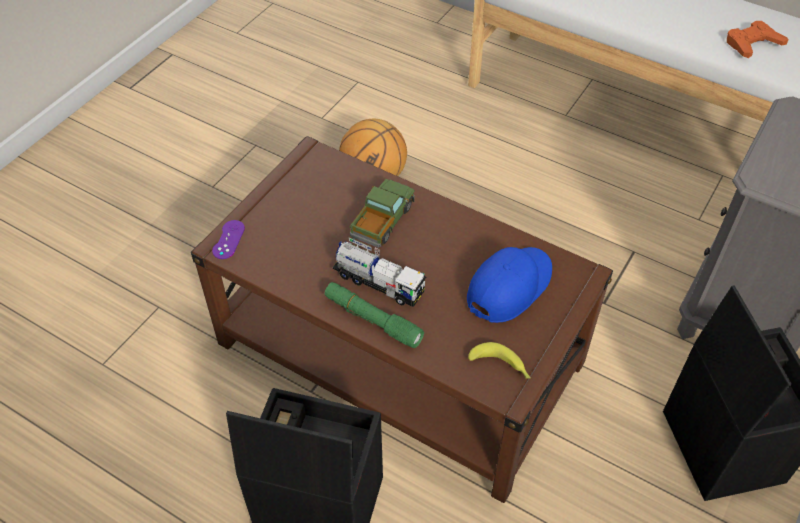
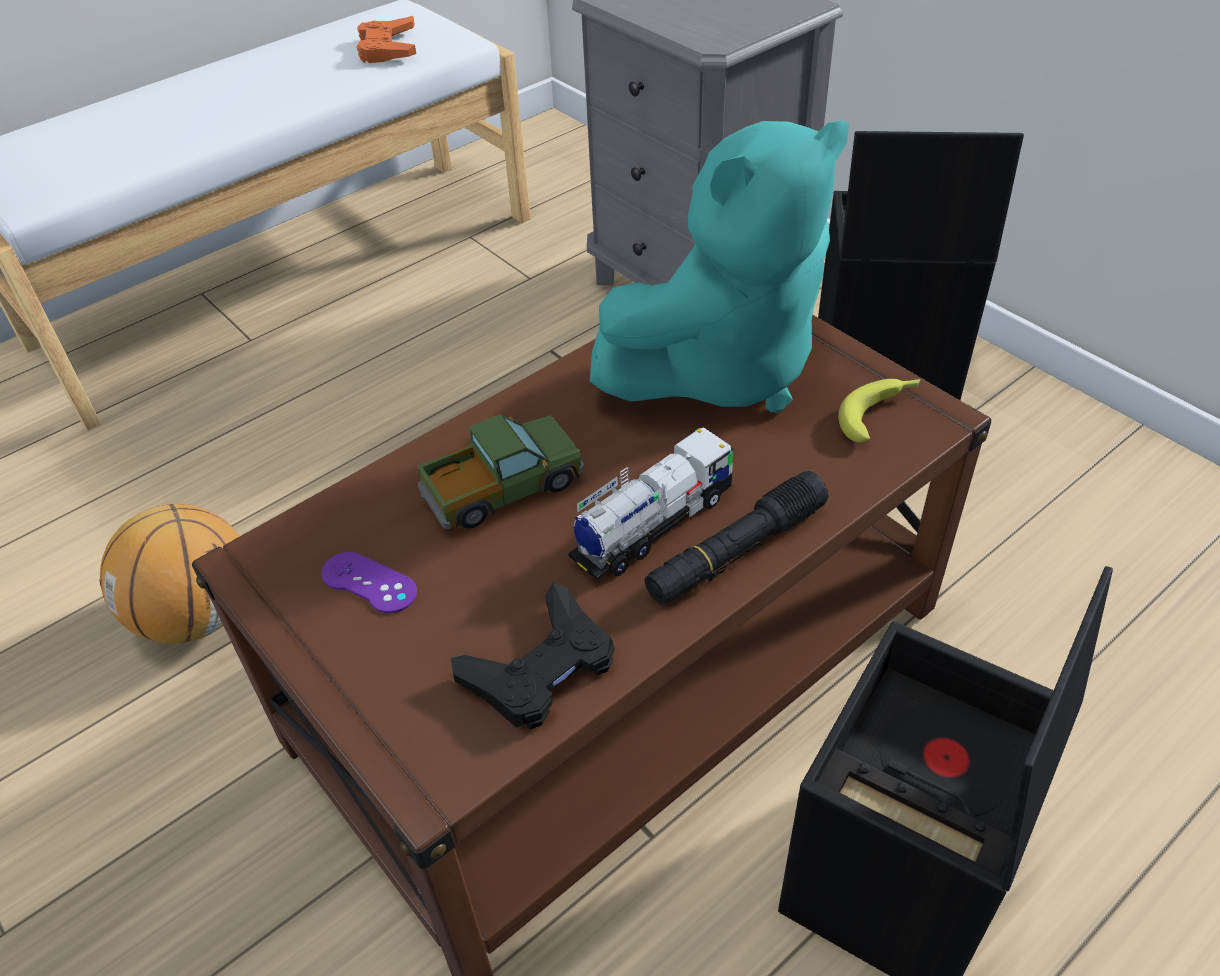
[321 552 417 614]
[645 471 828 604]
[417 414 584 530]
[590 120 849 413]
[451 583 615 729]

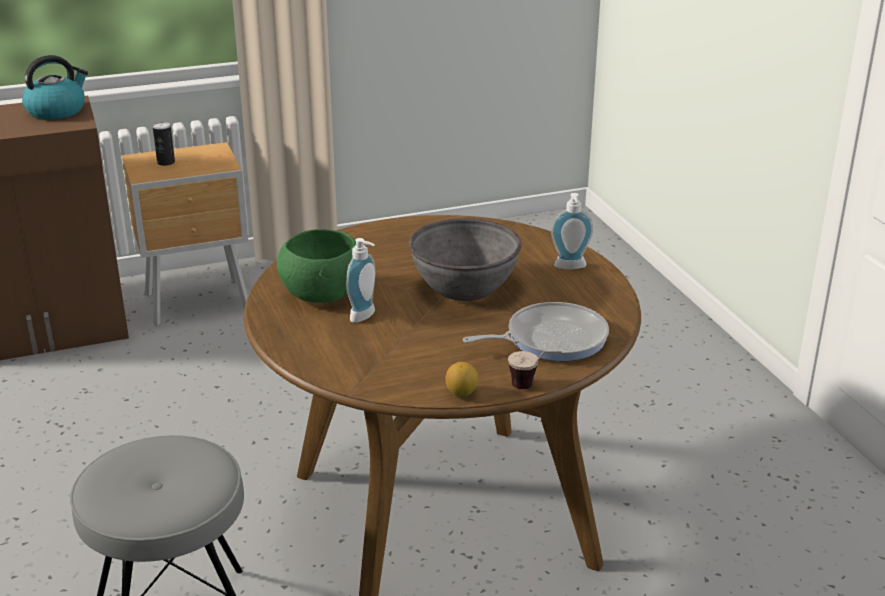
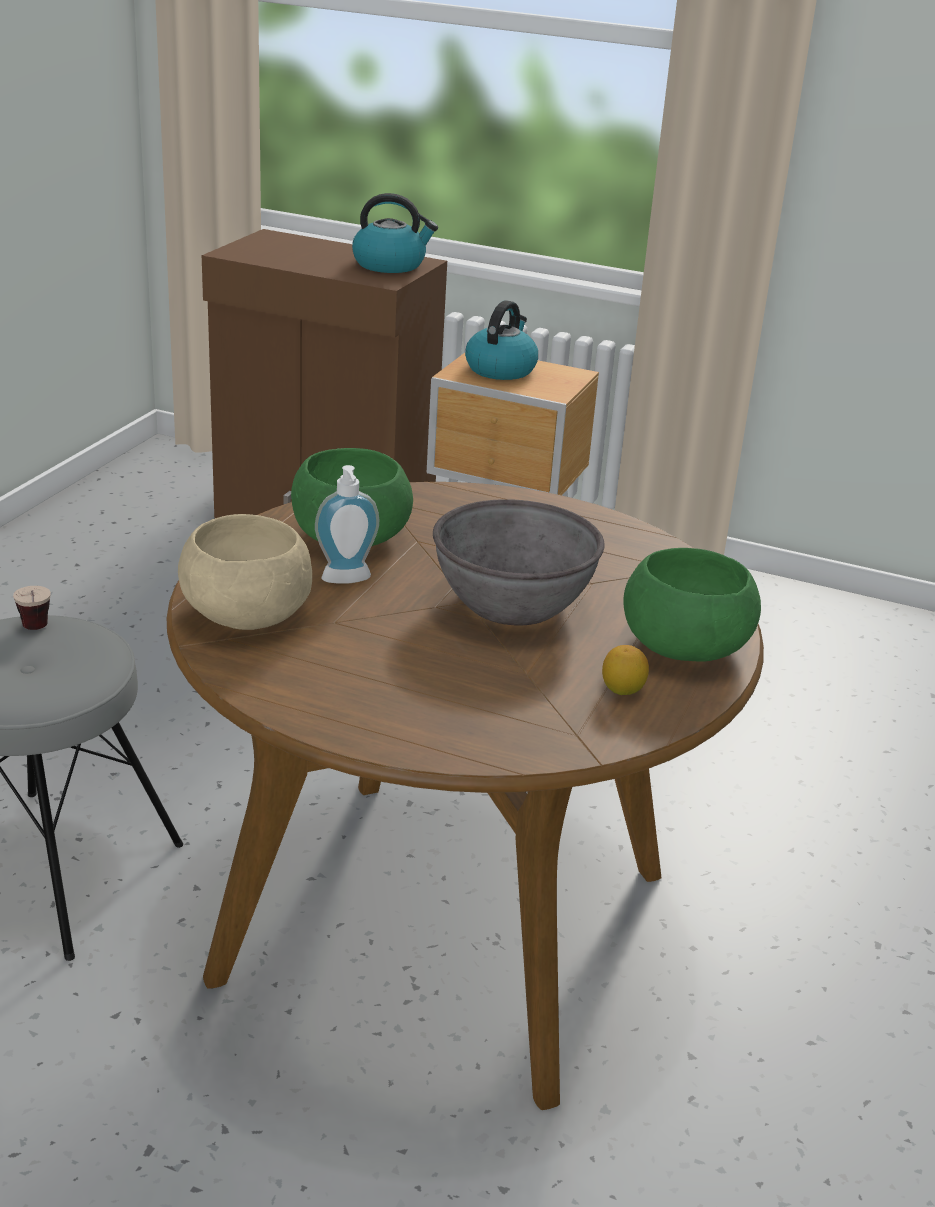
[465 300 538 380]
[602 645 649 695]
[463 302 609 361] (first image)
[13 586 51 630]
[623 548 761 662]
[178 514 312 630]

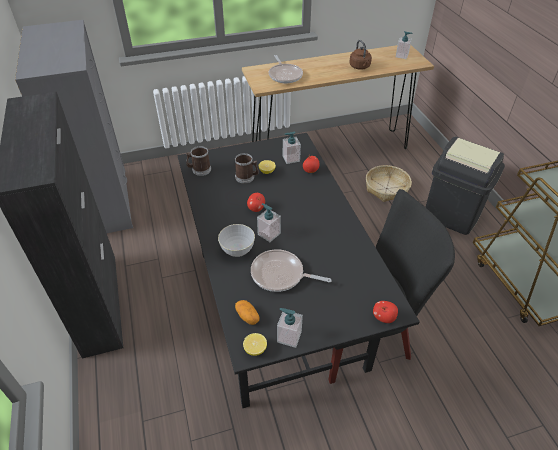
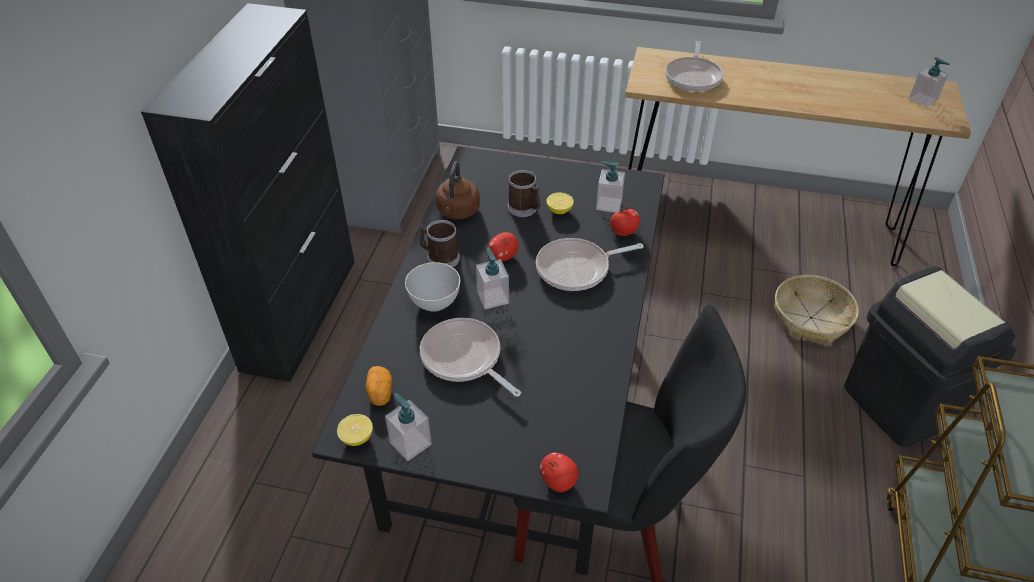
[420 220 460 267]
[436 161 480 219]
[536 238 644 291]

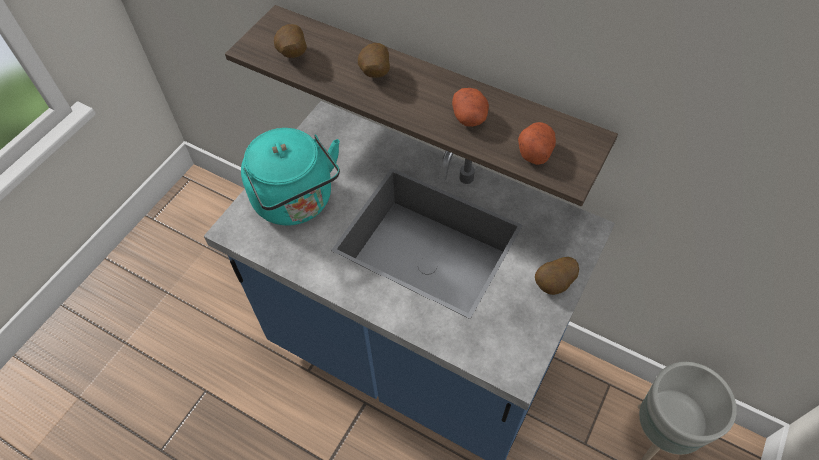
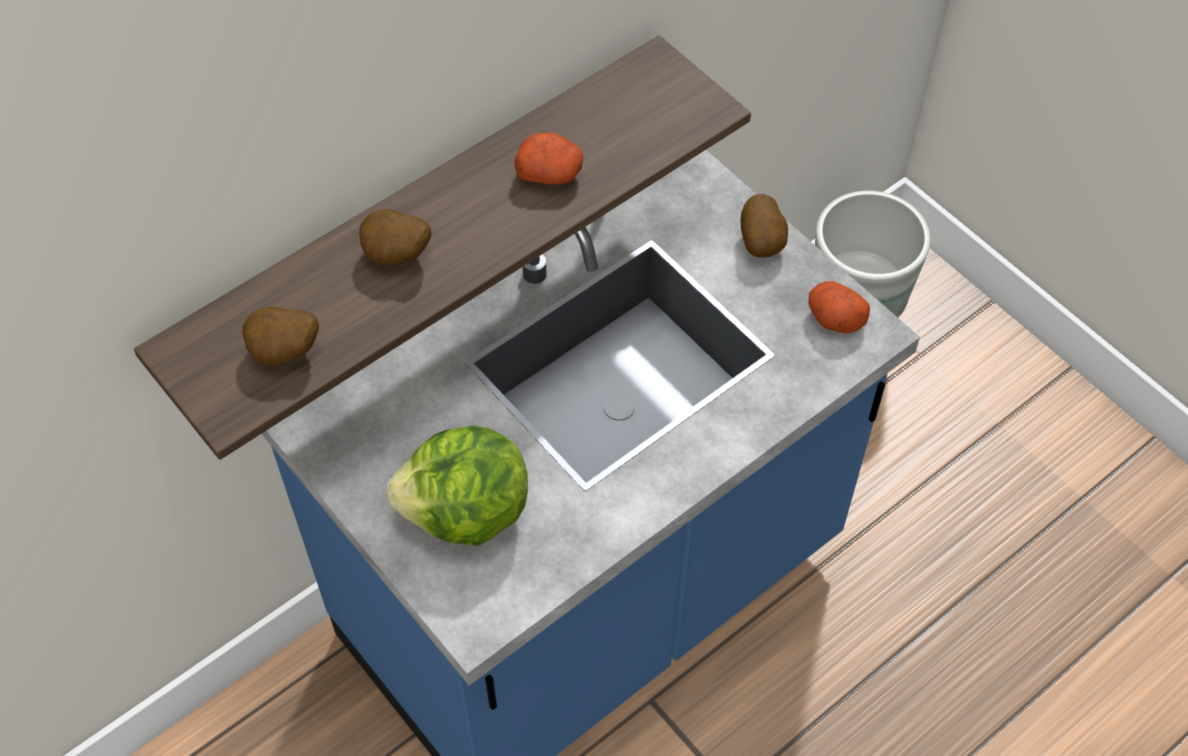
[386 426 528 546]
[809 281 870 334]

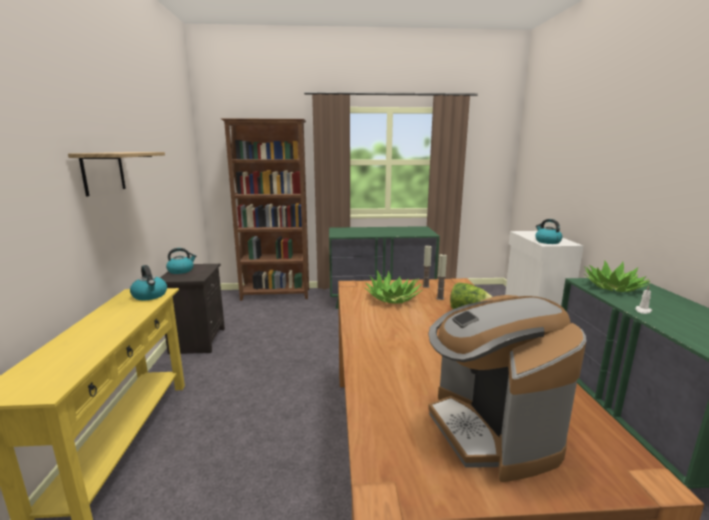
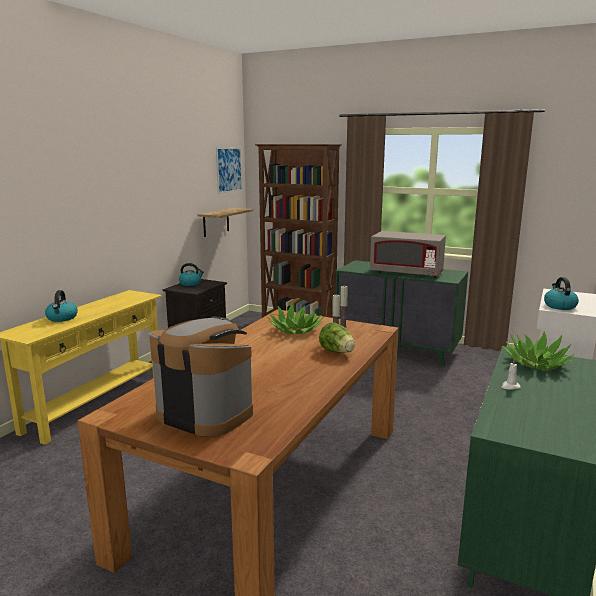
[198 208 253 237]
[45 290 78 322]
[149 316 253 437]
[216 147 242 194]
[370 231 446 278]

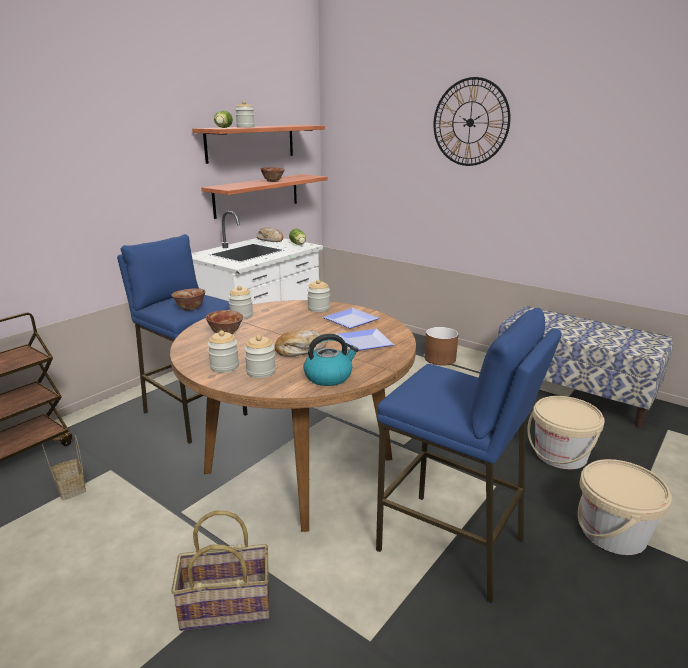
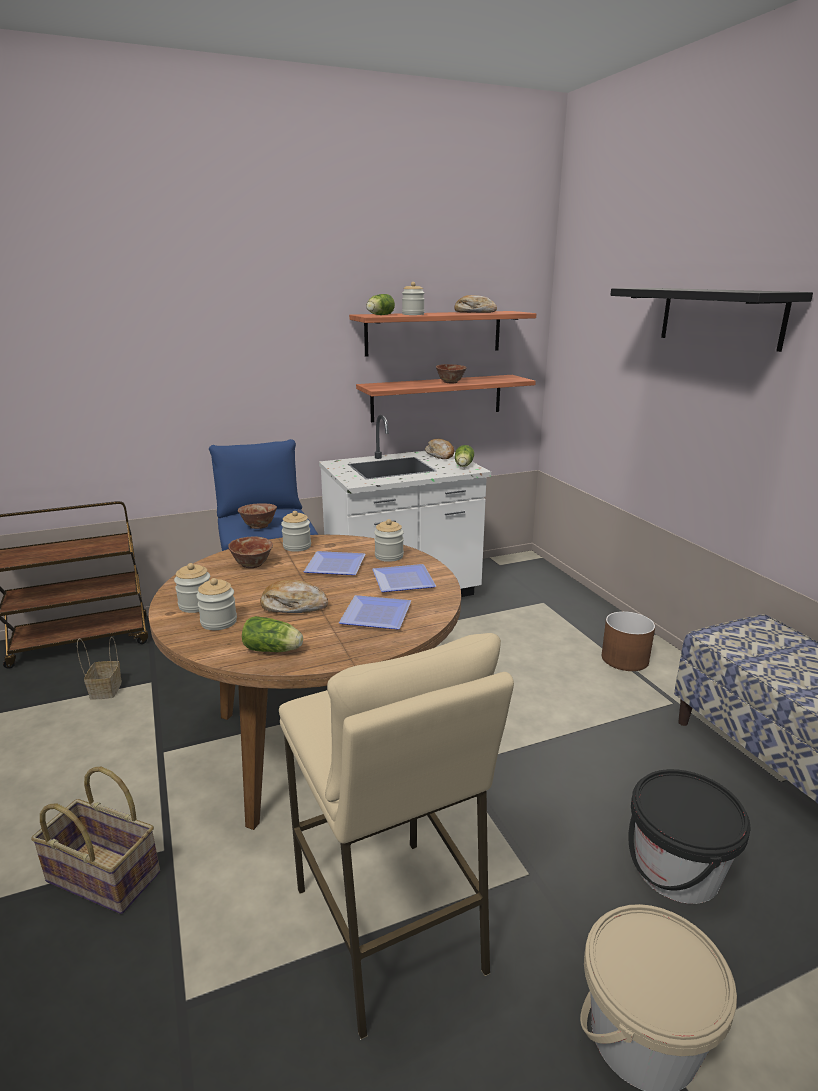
[242 616 303 652]
[279 633 514 1039]
[610 288 813 352]
[628 769 751 904]
[304 551 365 575]
[454 295 497 313]

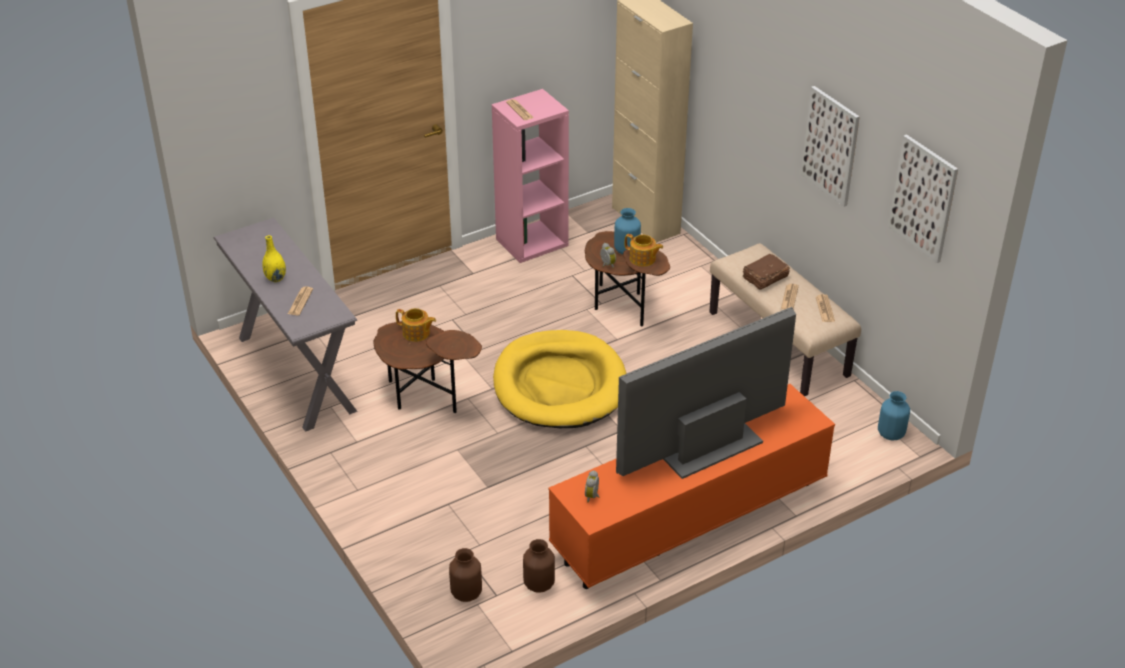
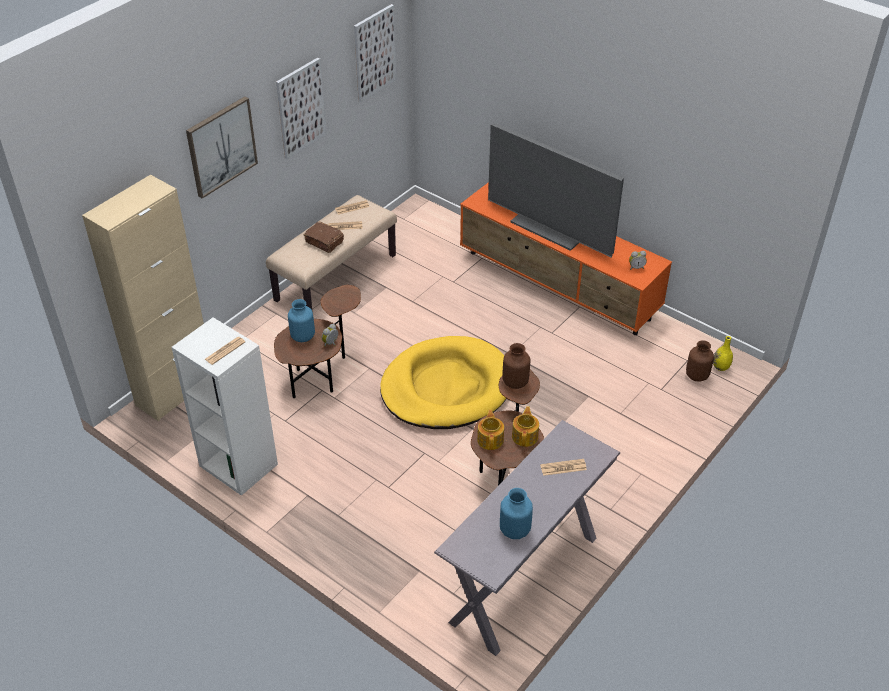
[713 336 733 371]
[172 317 278 496]
[502 343 530 389]
[512 406 539 447]
[500 488 533 539]
[186 96 258 199]

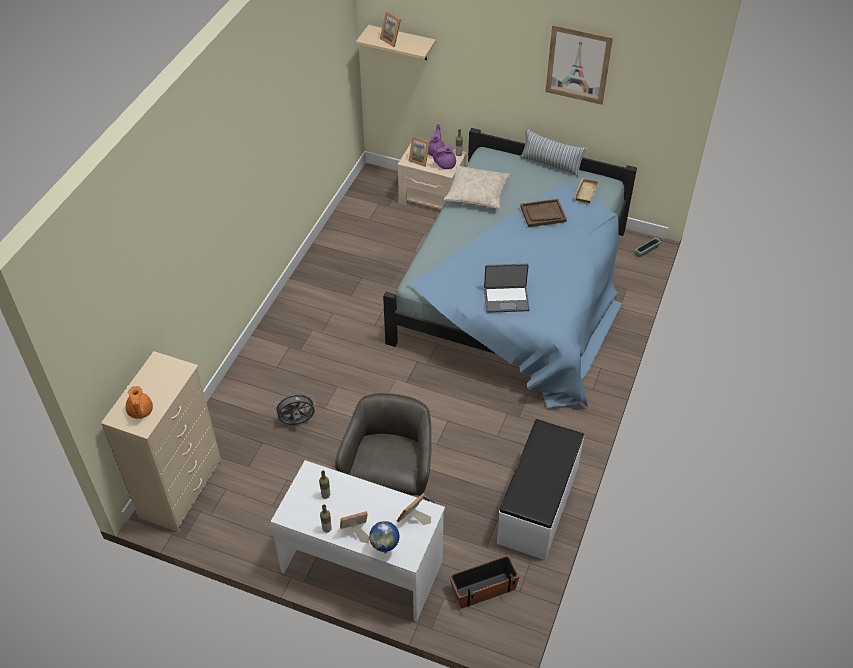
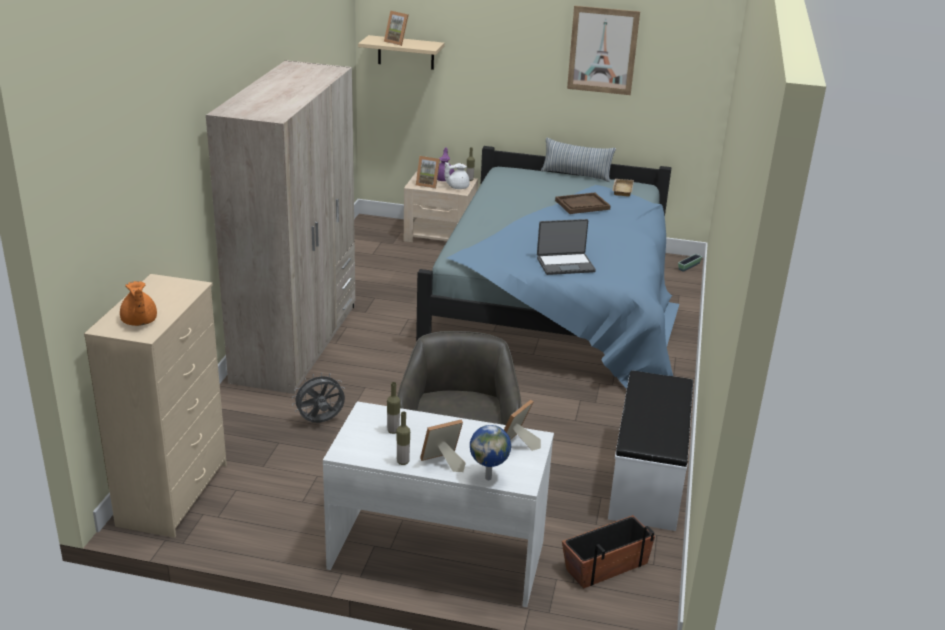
[444 162 470 189]
[444 165 510 209] (first image)
[206 60 355 394]

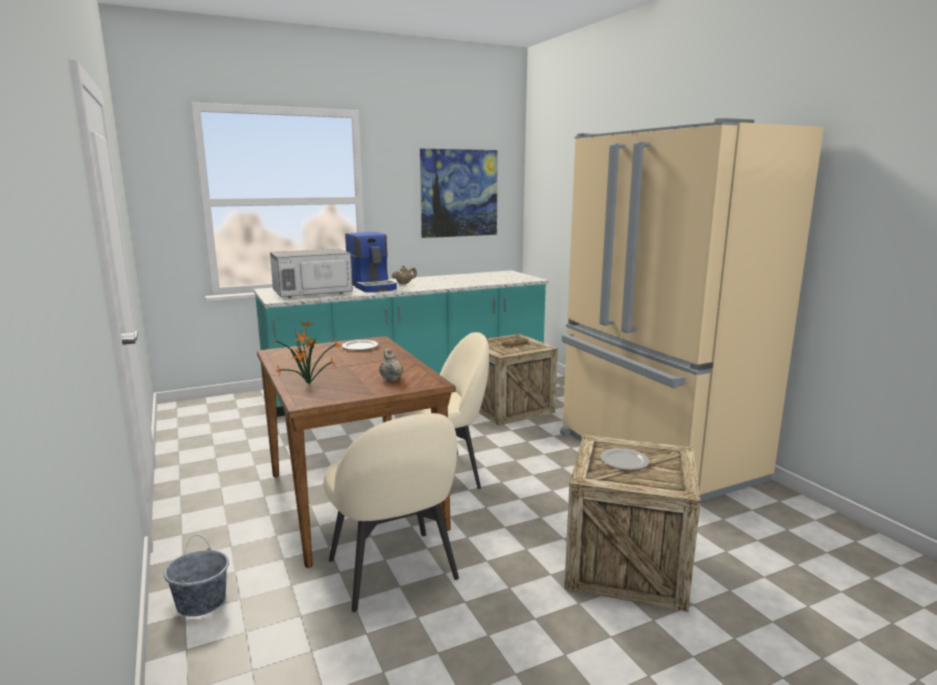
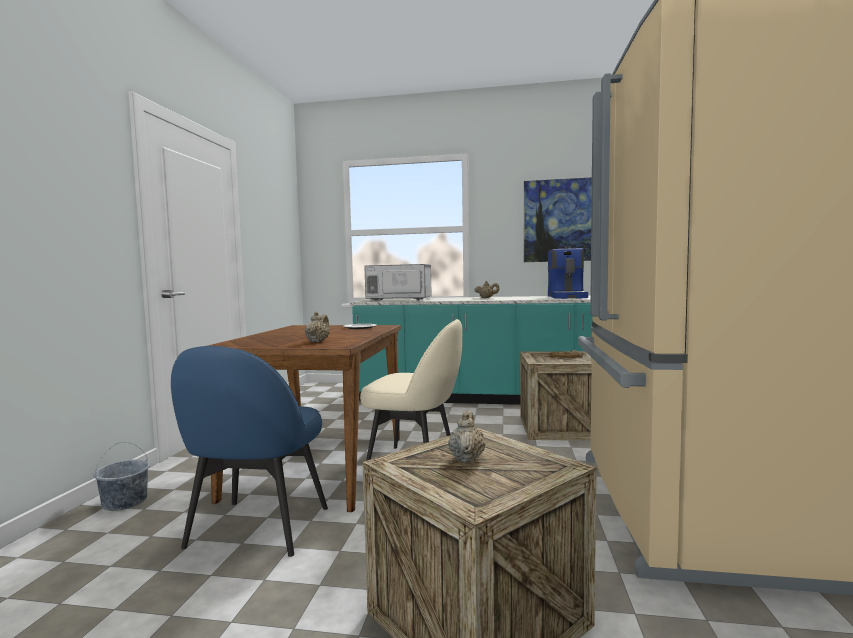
[272 321 342 384] (first image)
[171 346 328 557]
[548 248 588 299]
[448 410 485 463]

